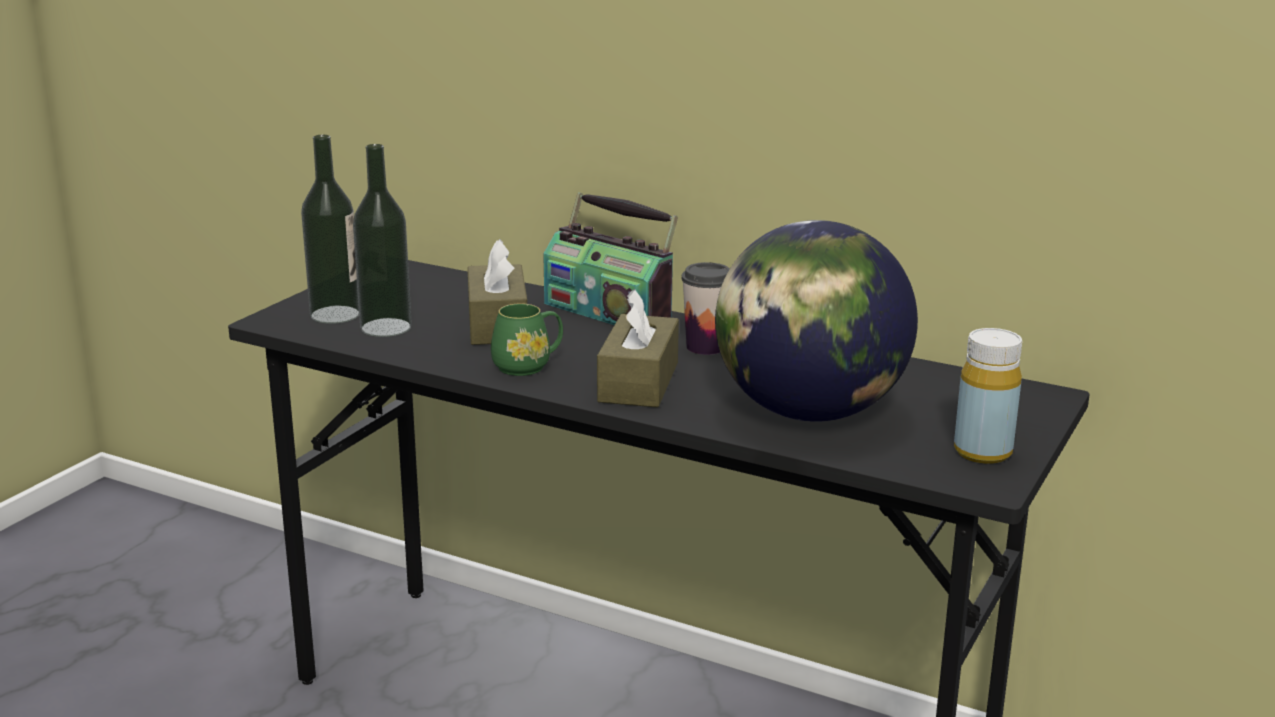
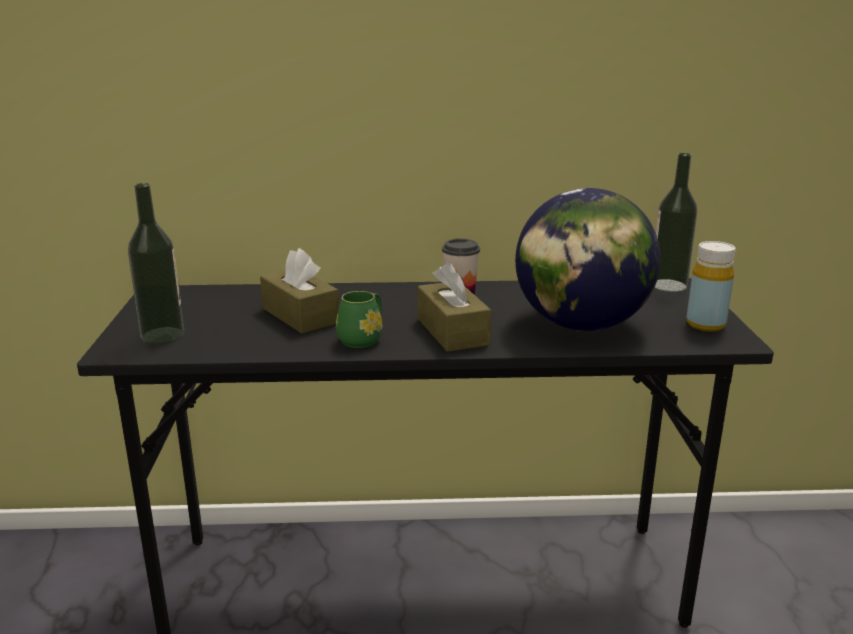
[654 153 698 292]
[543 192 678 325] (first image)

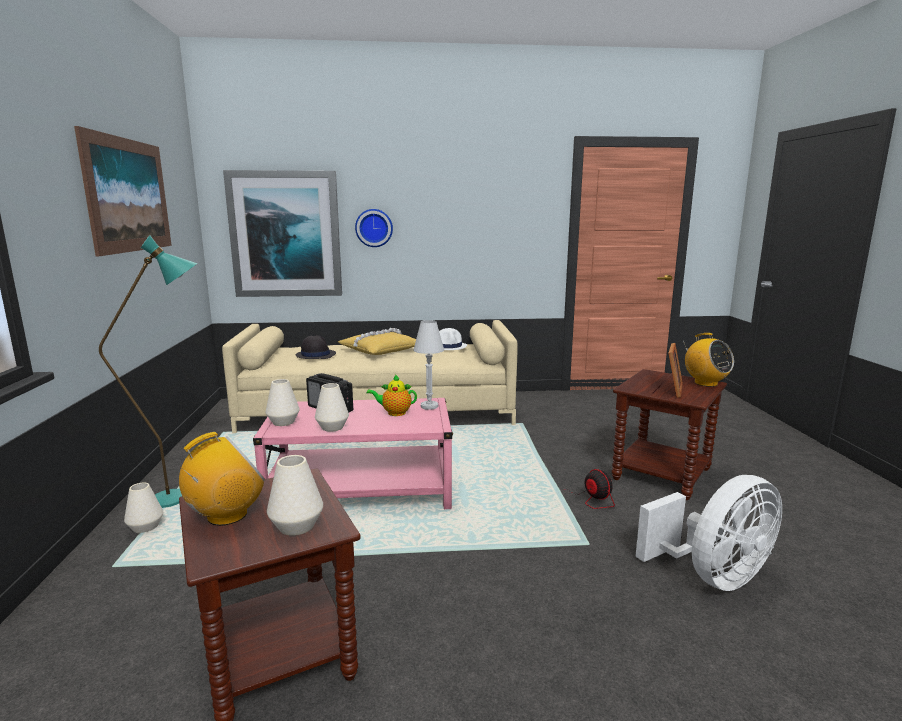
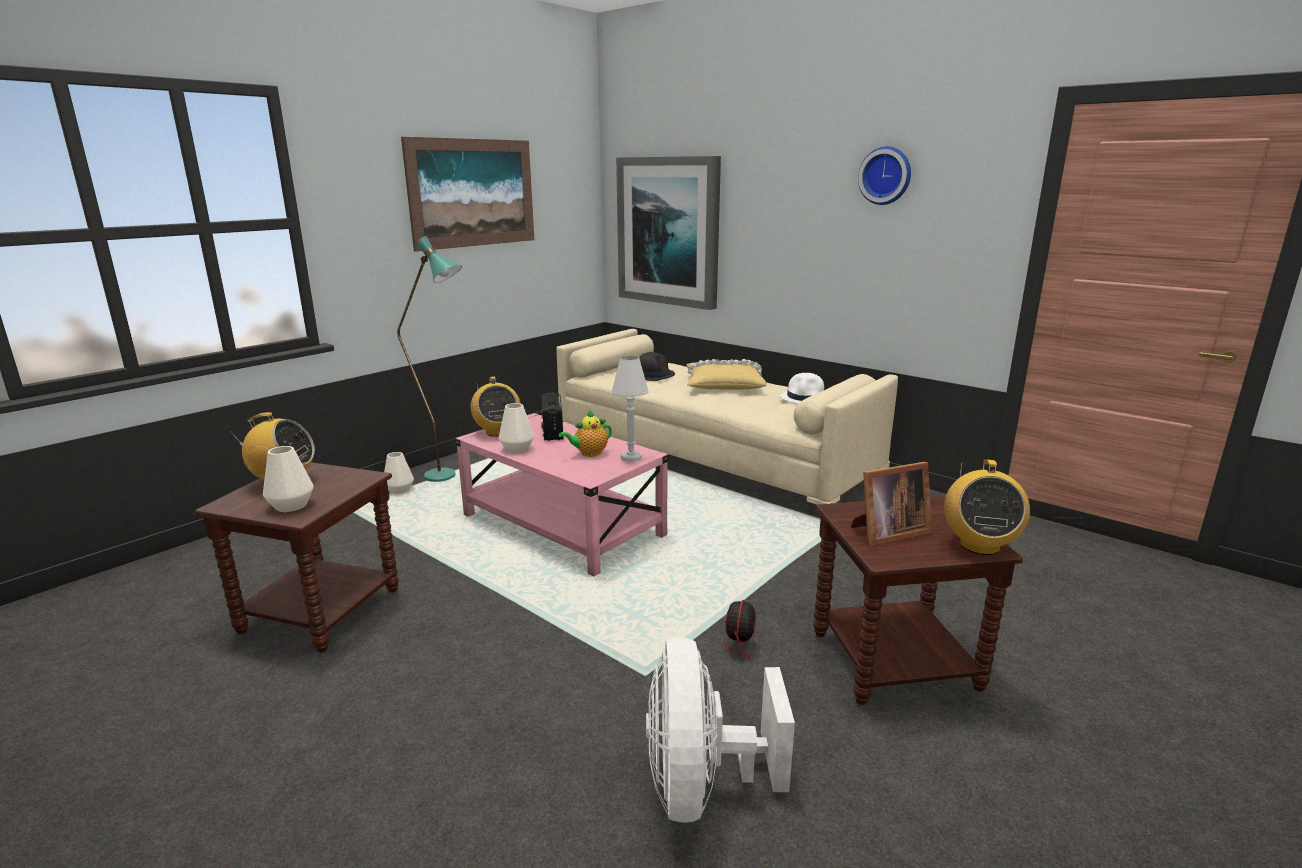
[471 376 521 437]
[858 146 911 205]
[559 410 612 457]
[646 637 795 823]

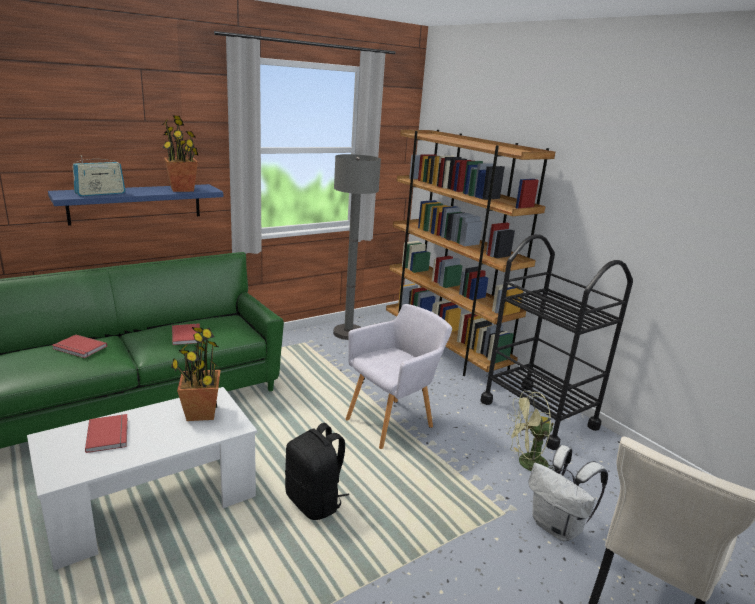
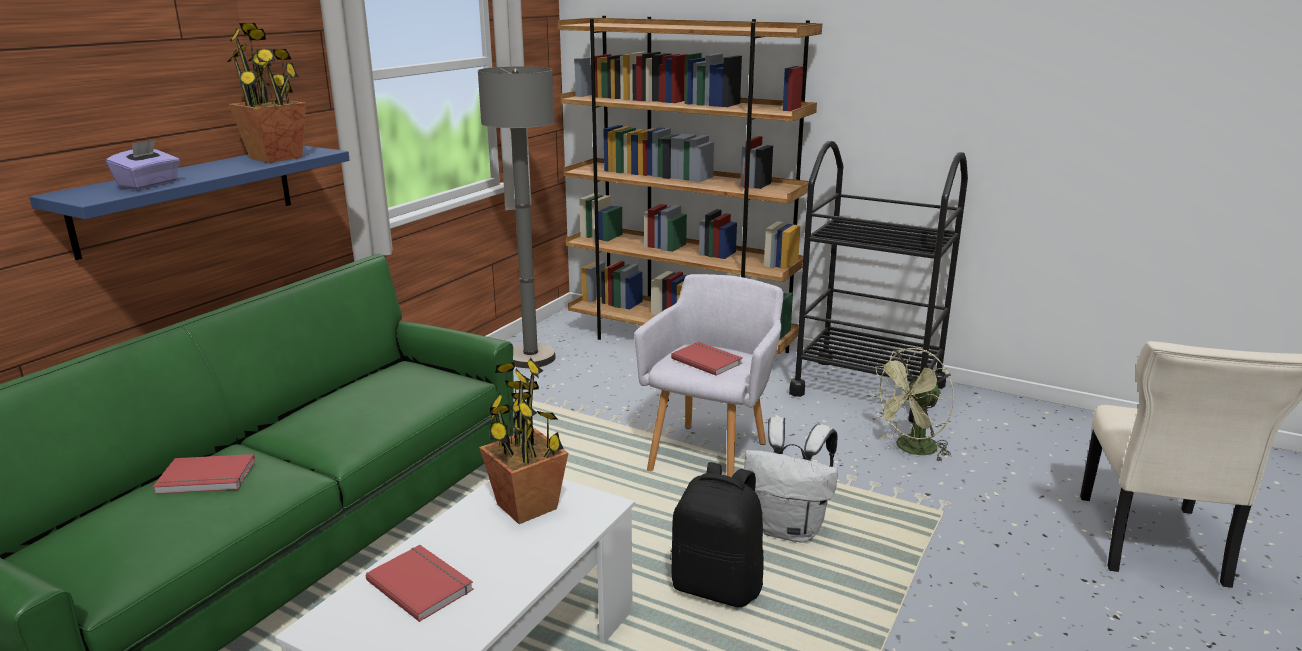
[106 140 180 190]
[671 342 743 376]
[744 417 838 542]

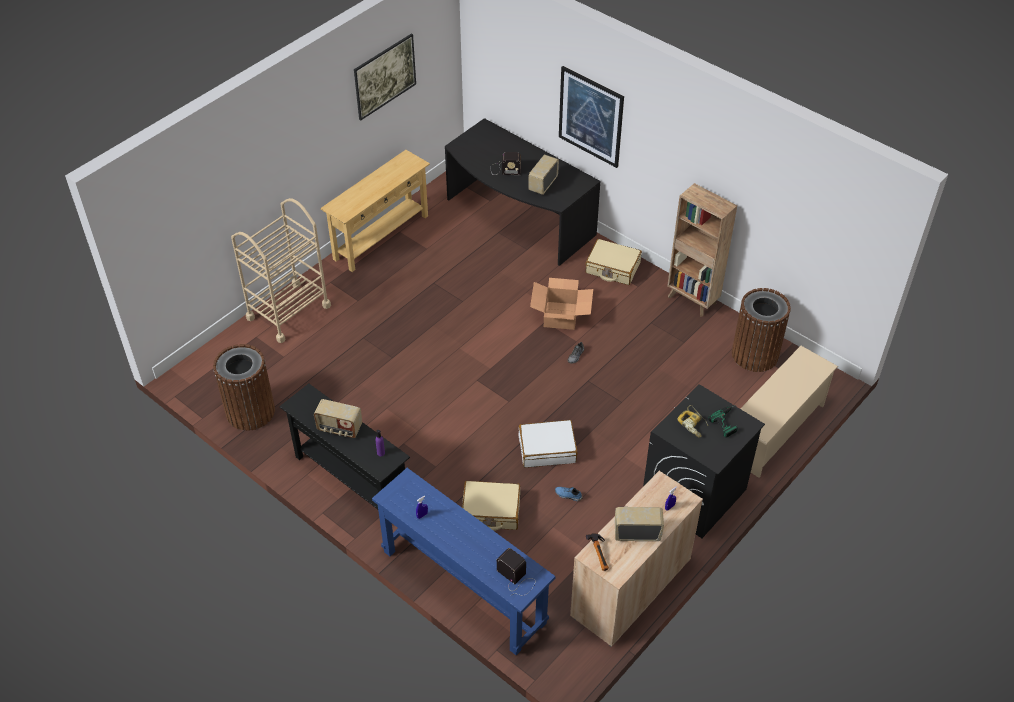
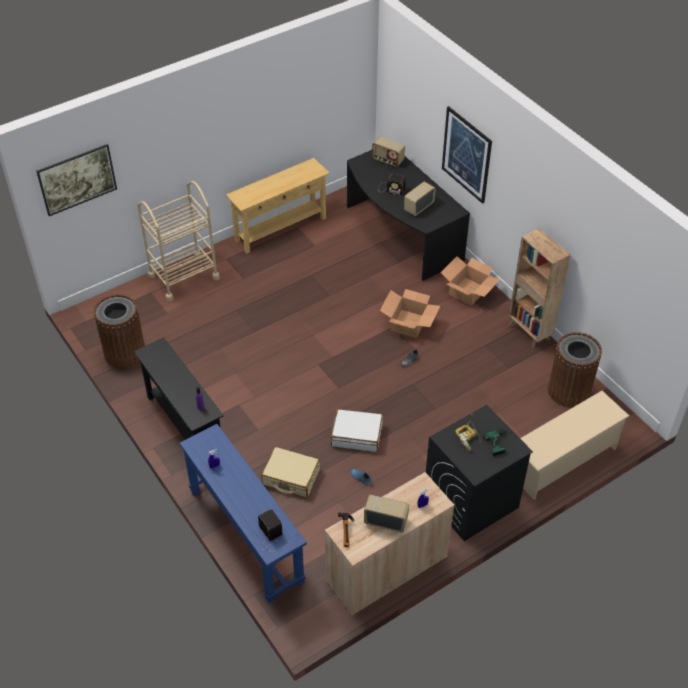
[372 136 405 167]
[36 144 117 216]
[441 256 500 306]

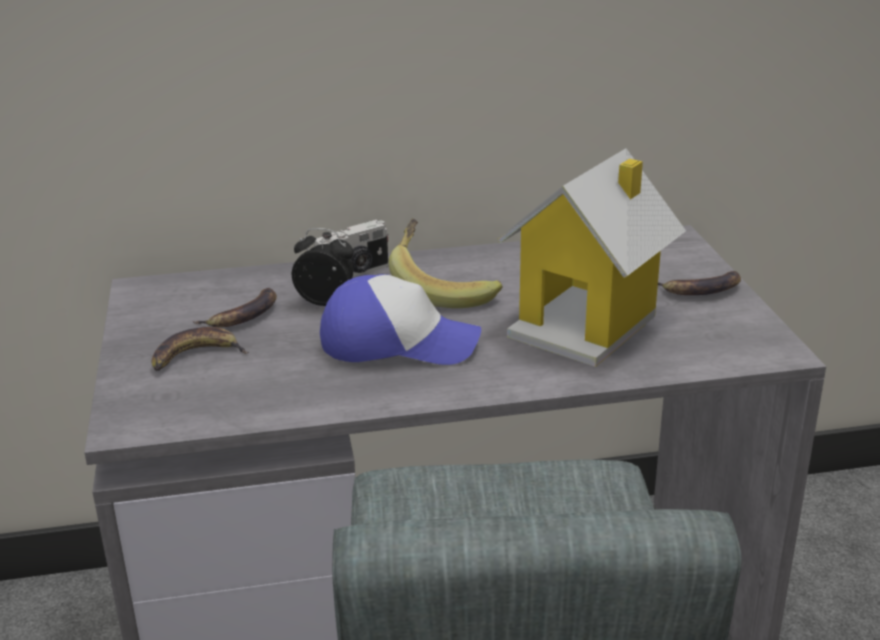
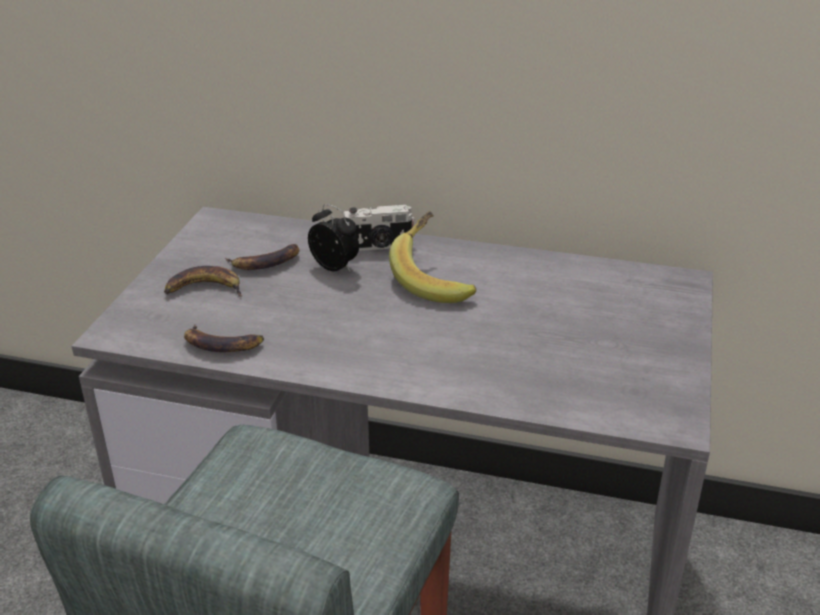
[320 274 481 365] (first image)
[497 148 686 367] (first image)
[184 324 264 352]

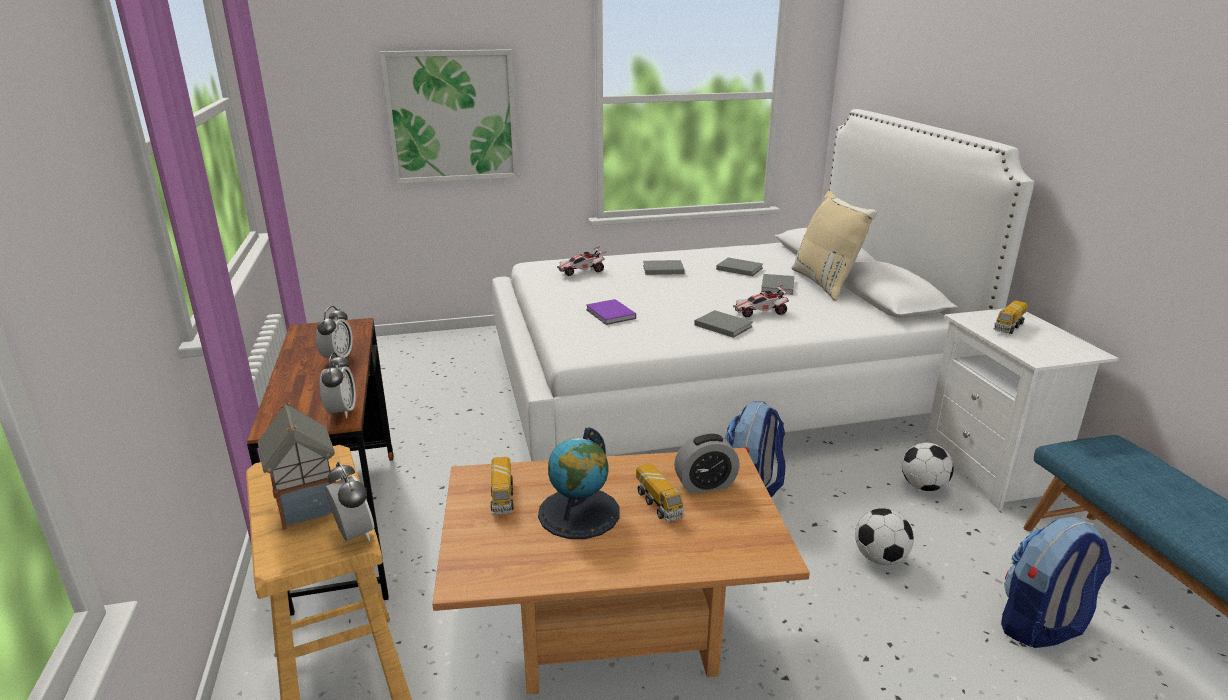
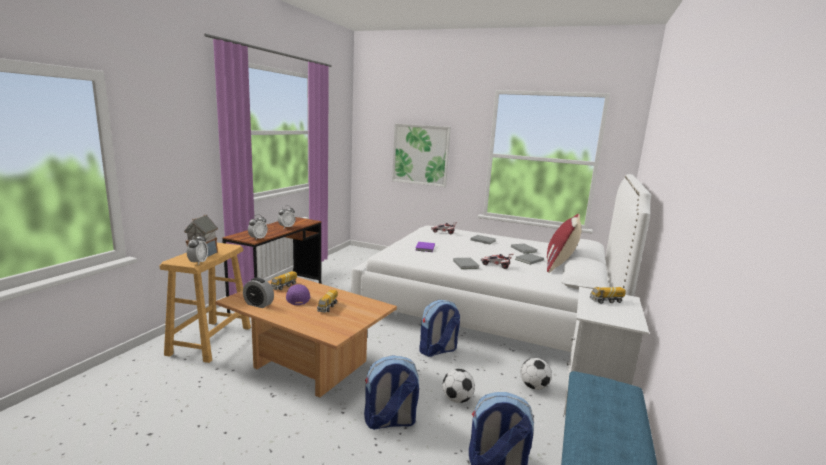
[286 284 310 305]
[243 278 274 308]
[547 214 582 273]
[364 355 419 430]

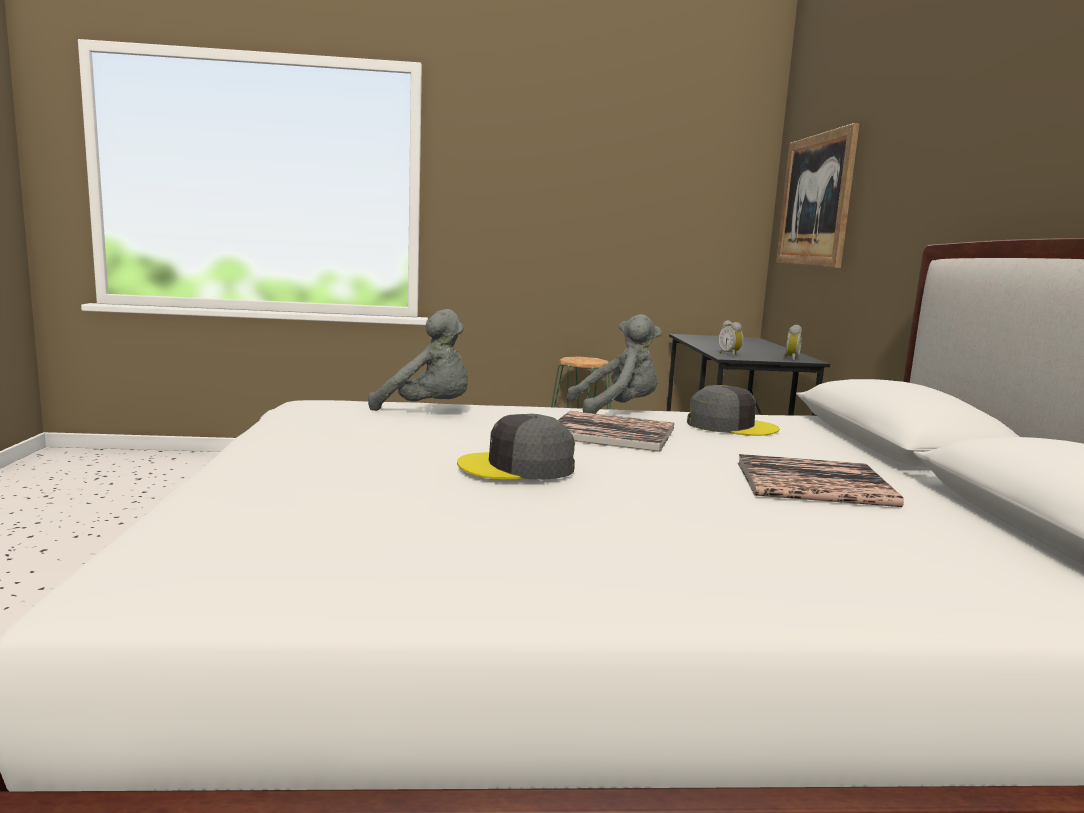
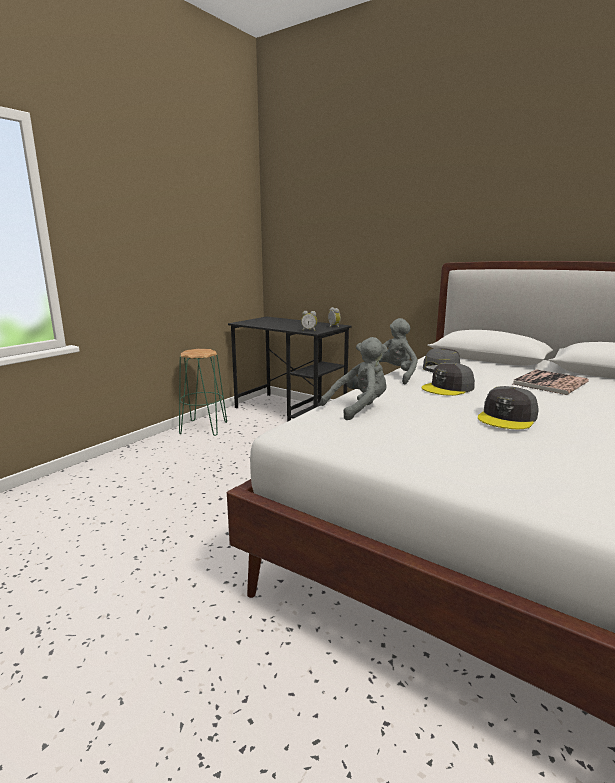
[422 363 475 396]
[776 123 860 268] (first image)

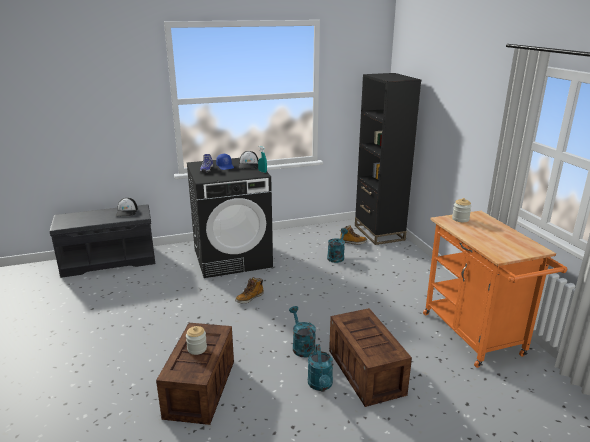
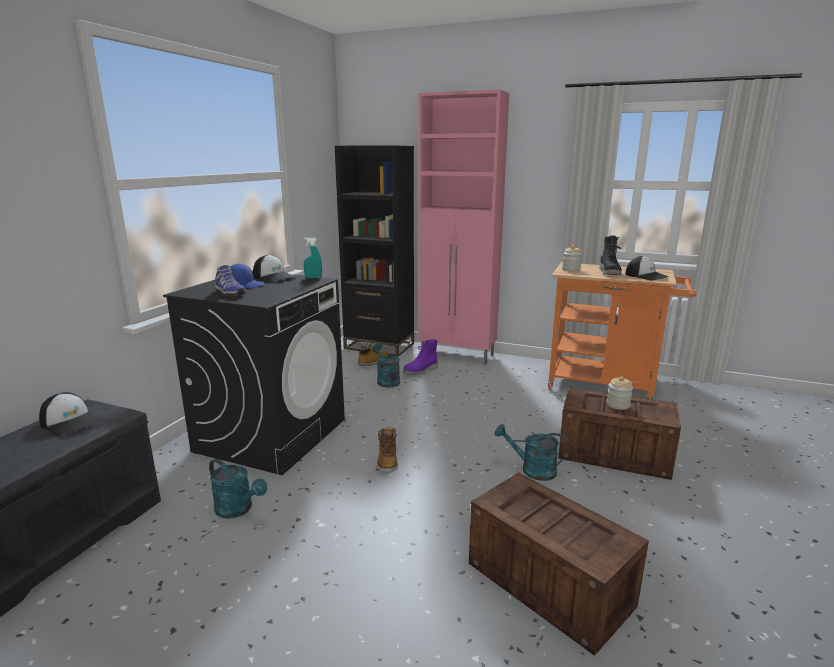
[607 376 633 410]
[209 458 267 519]
[403 340 437 375]
[418 90 509 365]
[600 235 622 275]
[626 256 669 280]

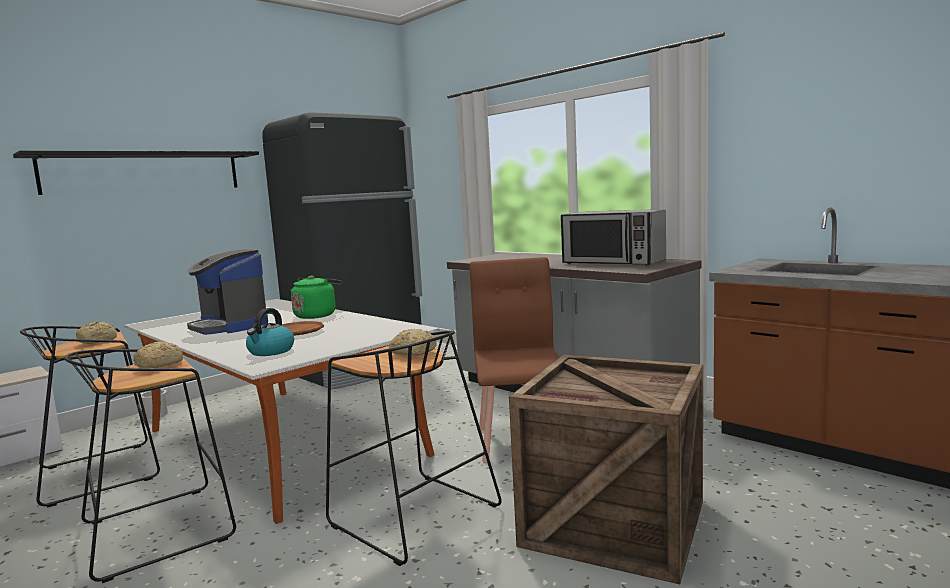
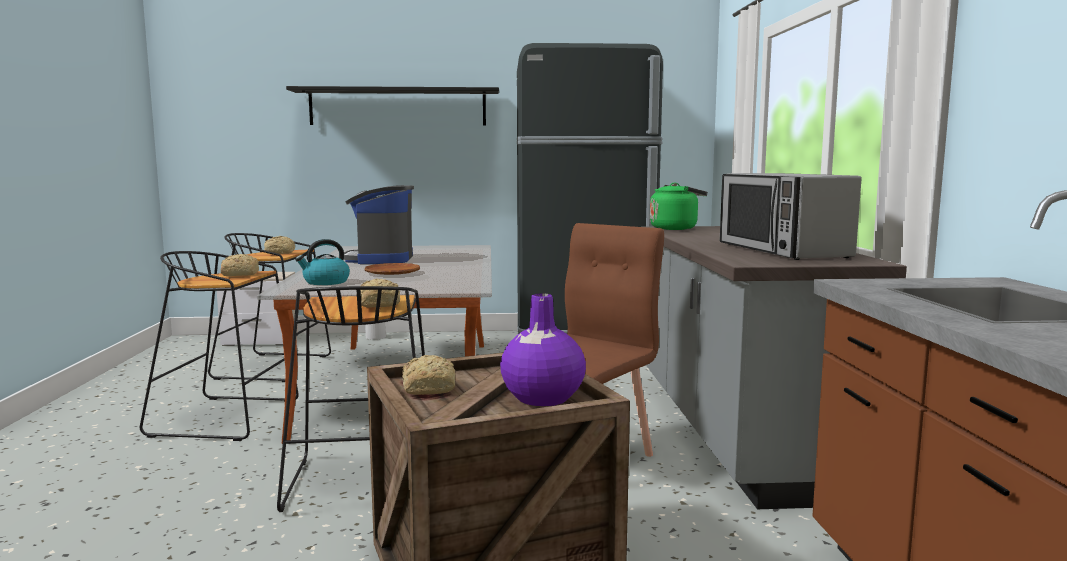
[650 183 708 230]
[402 355 456 395]
[500 293 586 406]

